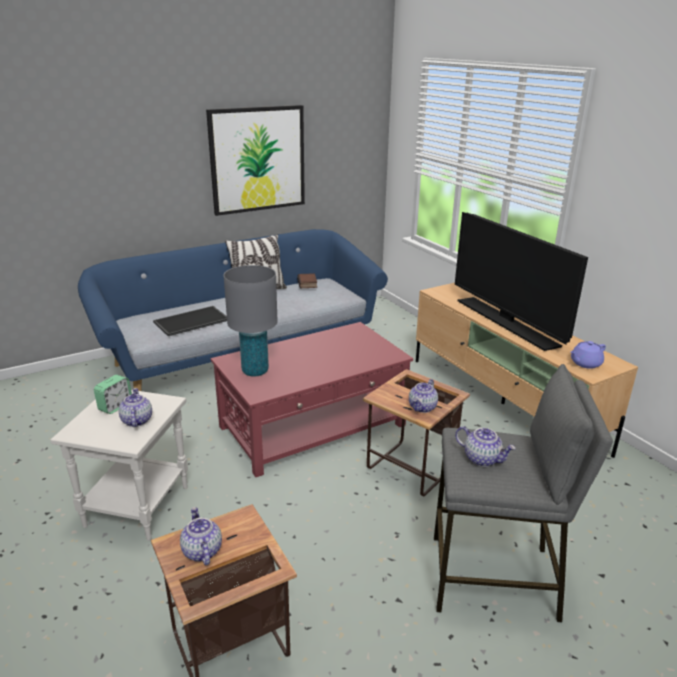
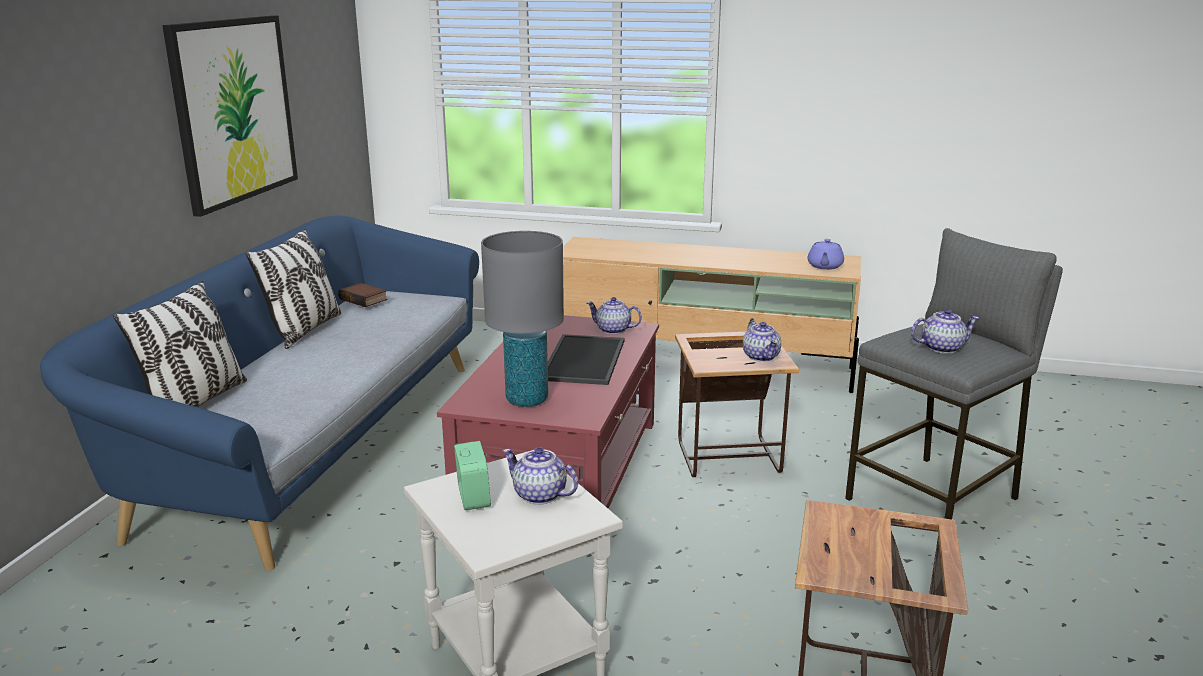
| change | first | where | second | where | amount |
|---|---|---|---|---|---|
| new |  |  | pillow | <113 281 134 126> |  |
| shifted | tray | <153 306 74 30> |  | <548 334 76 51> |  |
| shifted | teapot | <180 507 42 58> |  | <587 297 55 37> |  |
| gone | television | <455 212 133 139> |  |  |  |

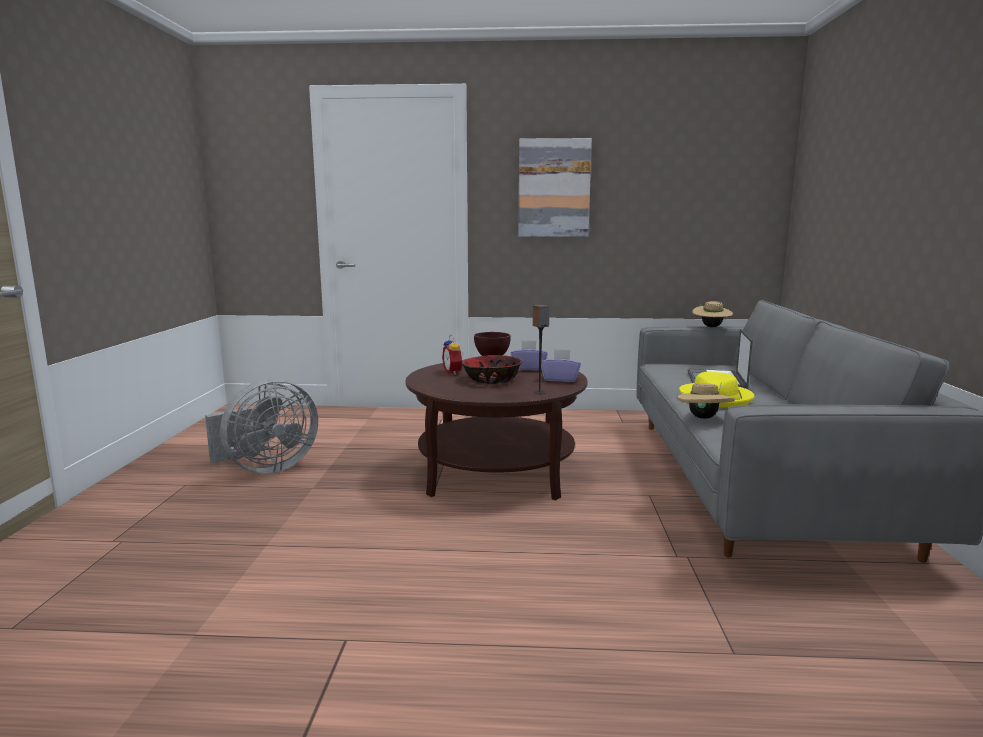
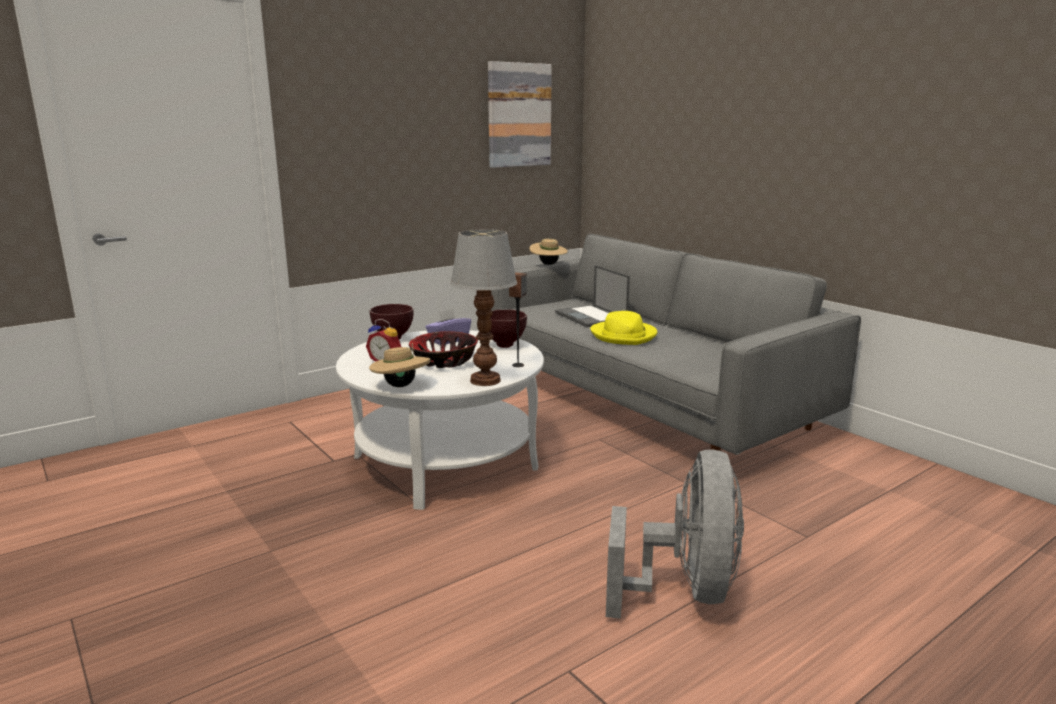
| change | first | where | second | where | amount |
|---|---|---|---|---|---|
| repainted | brown coffee table | <405 360 183 140> | white coffee table | <336 330 208 180> |  |
| shifted | beige hat | <677 382 58 37> |  | <369 343 61 44> |  |
| new |  |  | table lamp | <450 229 67 157> |  |
| shifted | picture | <518 138 74 99> |  | <488 61 64 107> |  |
| swapped | purple tissue box | <541 349 40 33> | brown bowl | <490 309 37 39> |  |
| shifted | grey fan | <205 378 113 96> |  | <606 449 138 170> |  |

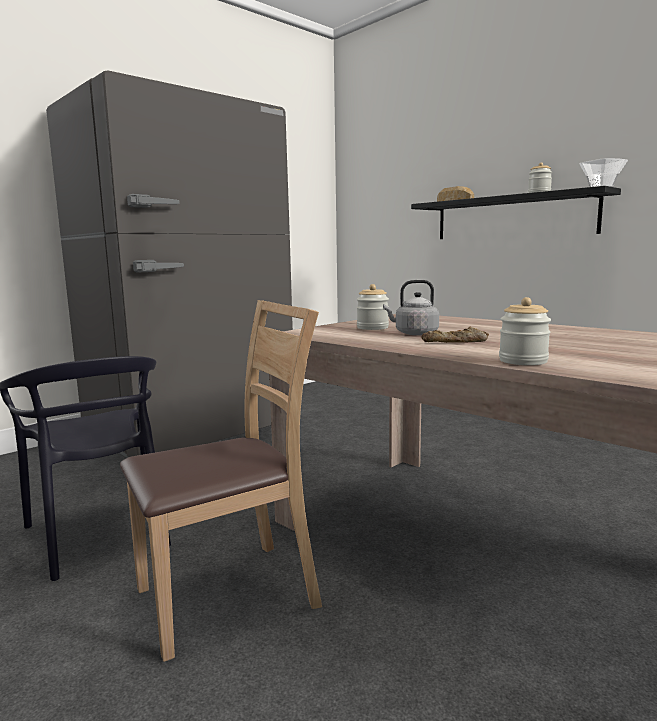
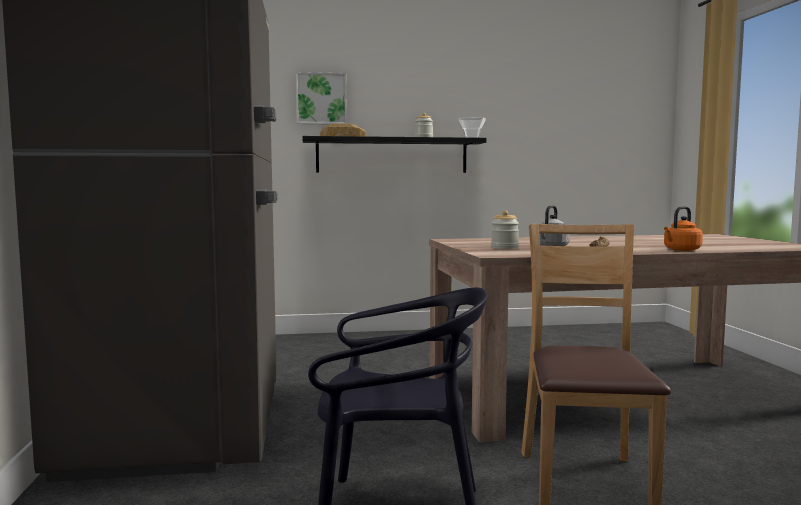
| change | first | where | second | where | amount |
|---|---|---|---|---|---|
| new |  |  | picture | <296 72 51 52> |  |
| swapped | jar | <499 297 52 68> | orange kettle | <664 206 39 45> |  |

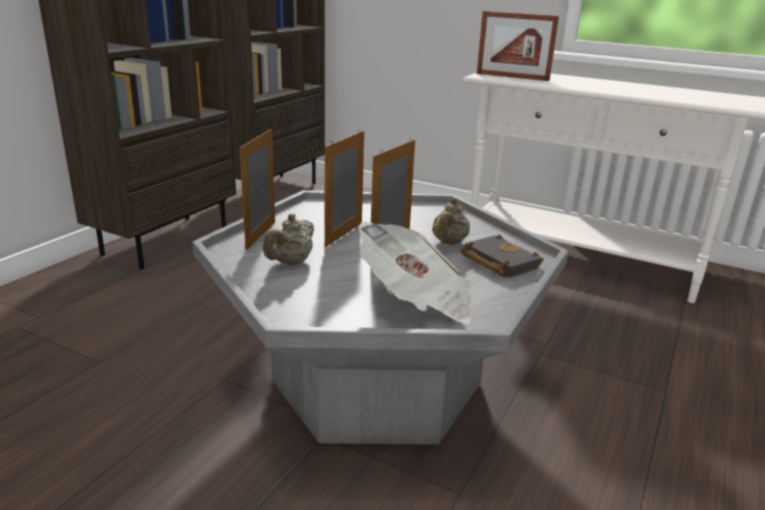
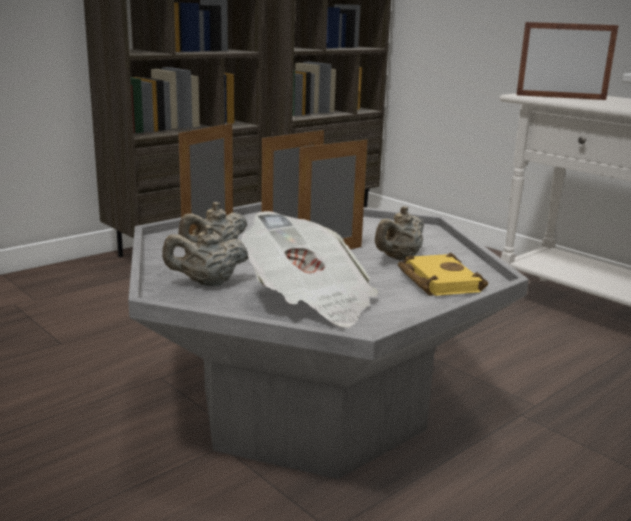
| change | first | where | second | where | amount |
|---|---|---|---|---|---|
| new |  |  | beige teapot | <162 225 87 61> |  |
| repainted | black book | <461 234 82 44> | yellow book | <398 253 90 43> |  |
| rotated | picture frame | <477 11 82 70> |  | <516 22 103 78> | 150 degrees clockwise |

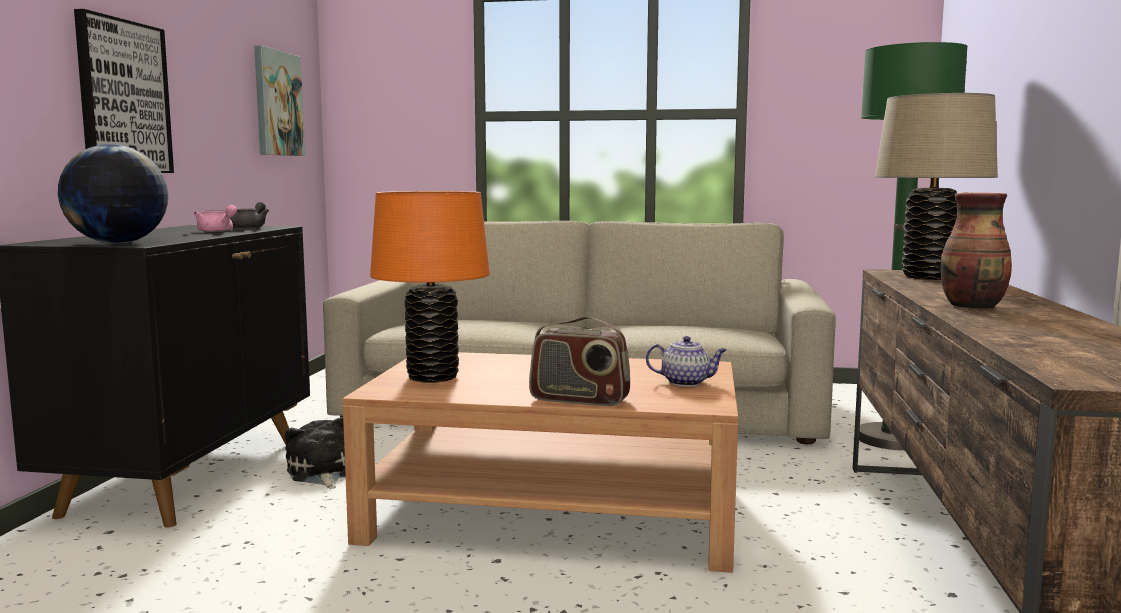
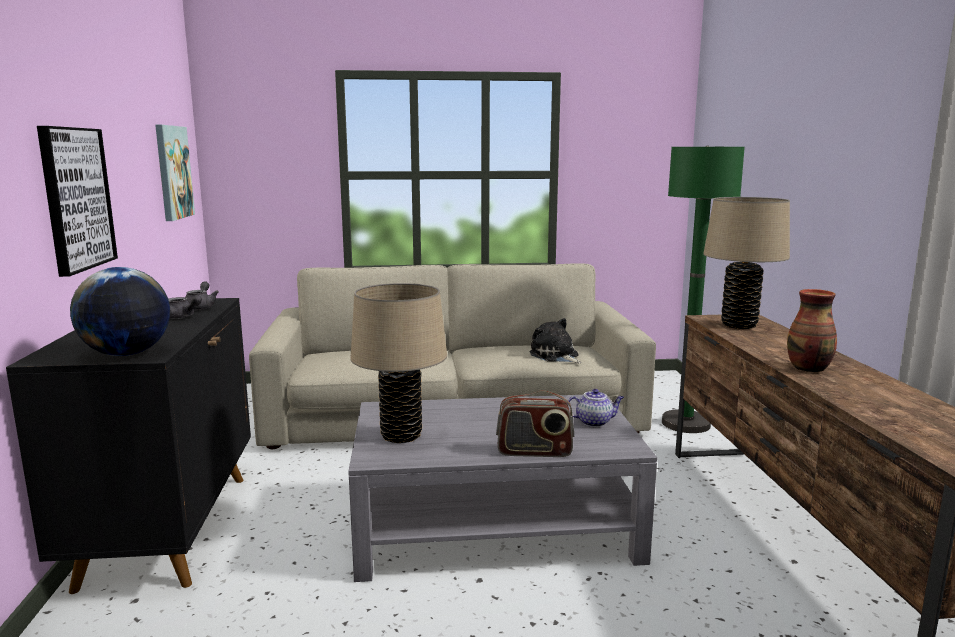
| change | first | where | second | where | amount |
|---|---|---|---|---|---|
| repainted | pink teapot | <194 205 43 27> | grey teapot | <168 295 34 24> |  |
| repainted | brown coffee table | <342 352 396 221> | grey coffee table | <348 394 309 188> |  |
| repainted | orange table lamp | <370 191 120 192> | beige table lamp | <350 283 97 160> |  |
| shifted | plush toy | <285 417 61 71> |  | <530 318 52 45> |  |

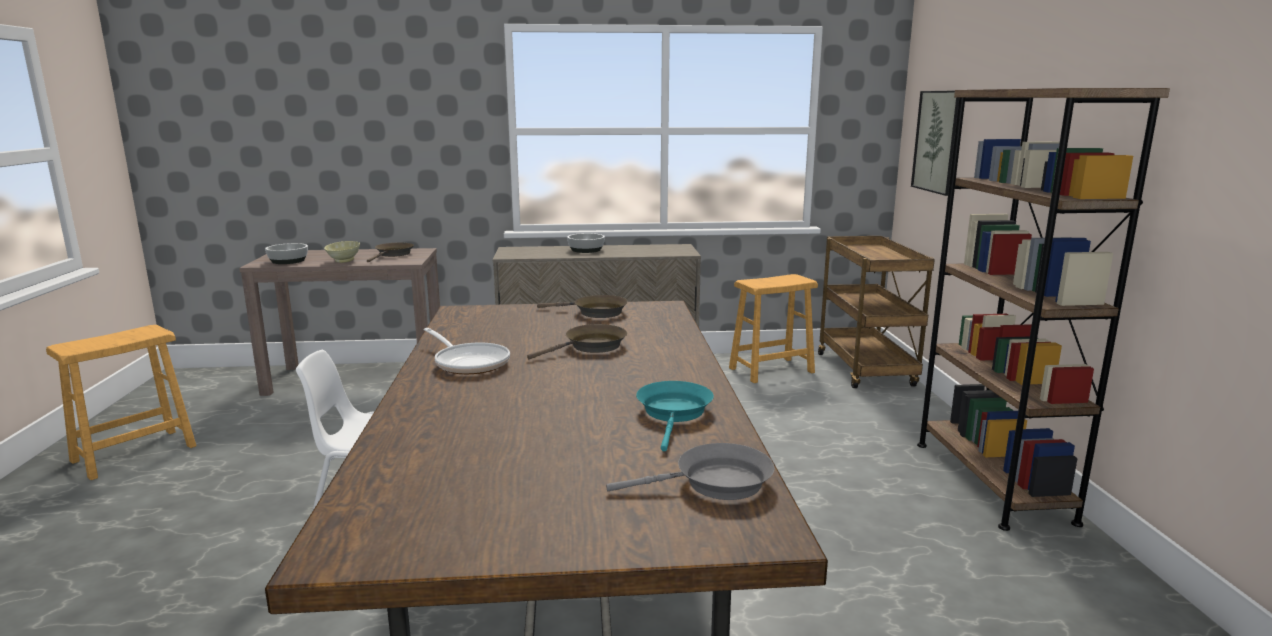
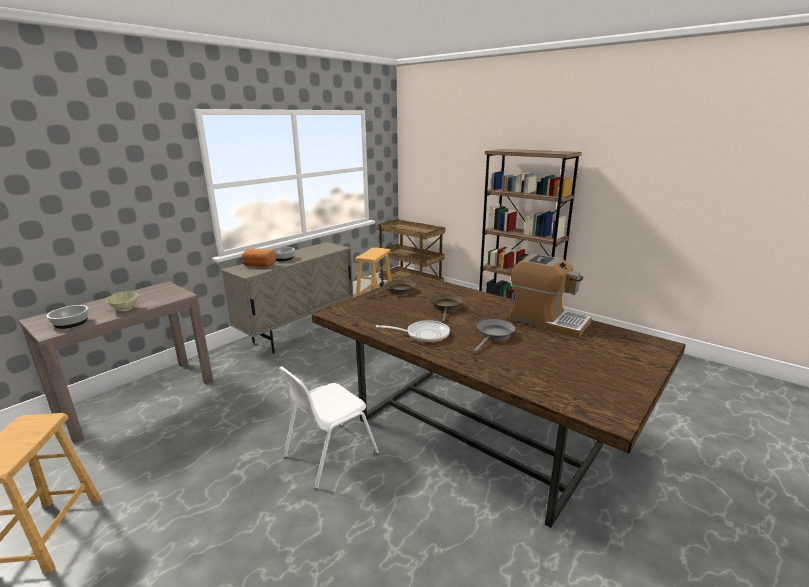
| change | first | where | second | where | amount |
|---|---|---|---|---|---|
| new |  |  | bread | <242 249 34 18> |  |
| shifted | grey frying pan | <606 443 169 57> |  | <473 319 42 34> |  |
| swapped | turquoise frying pan | <636 381 78 71> | coffee machine | <509 254 83 84> |  |
| gone | brown frying pan | <367 242 47 20> |  |  |  |
| gone | picture | <911 91 48 105> |  |  |  |

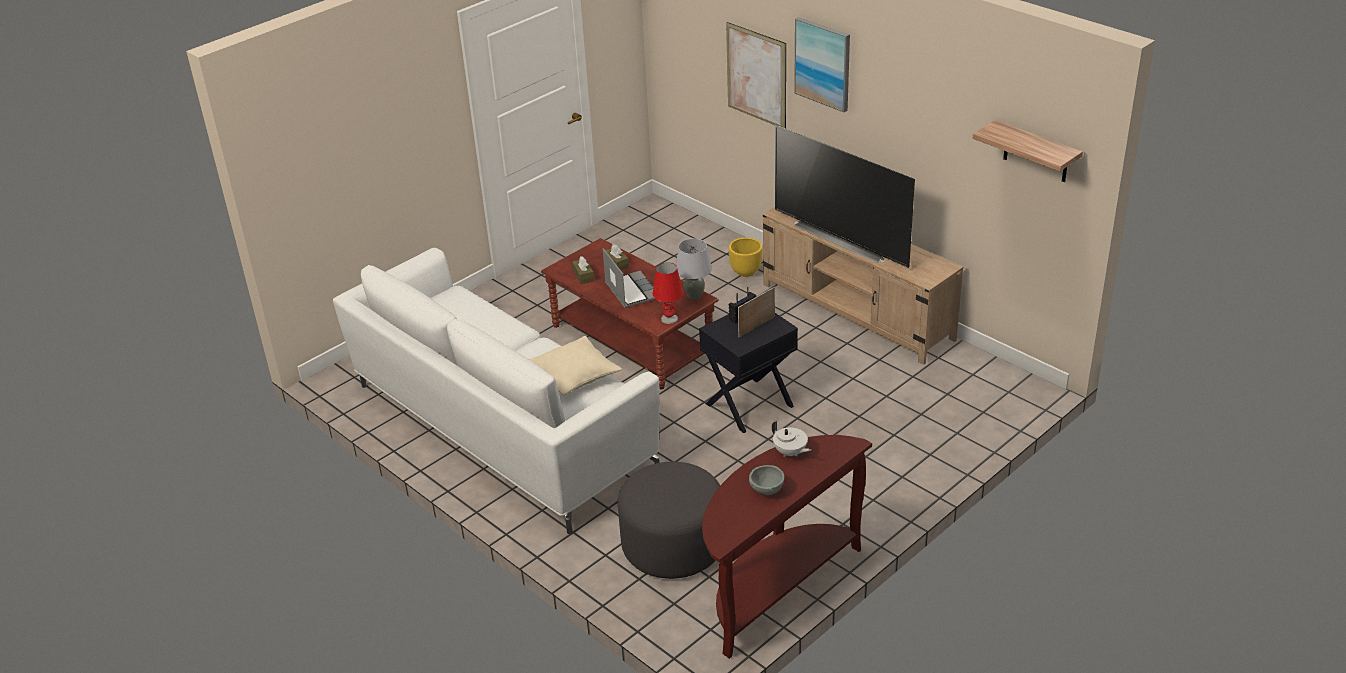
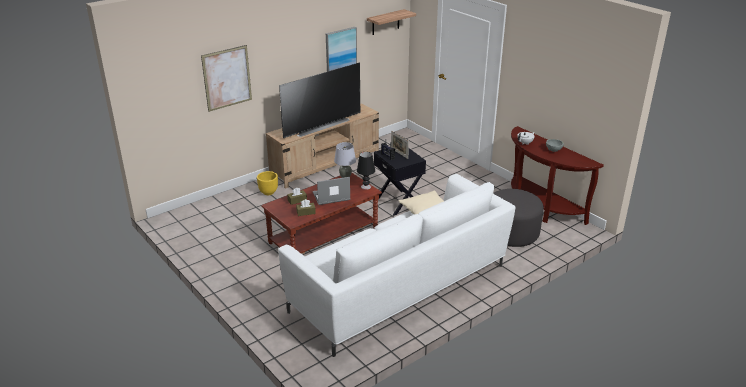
| change | first | where | second | where | amount |
|---|---|---|---|---|---|
| shifted | picture | <794 17 56 95> |  | <326 27 31 45> |  |
| repainted | red table lamp | <653 262 30 62> | black table lamp | <357 152 18 38> |  |

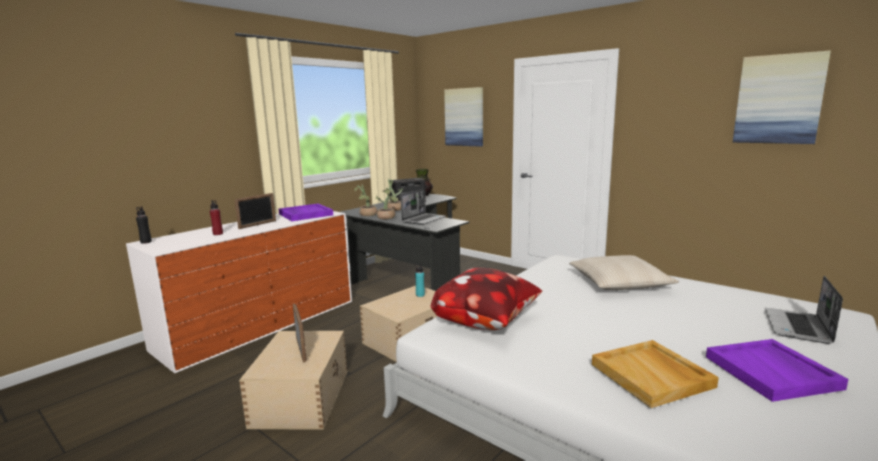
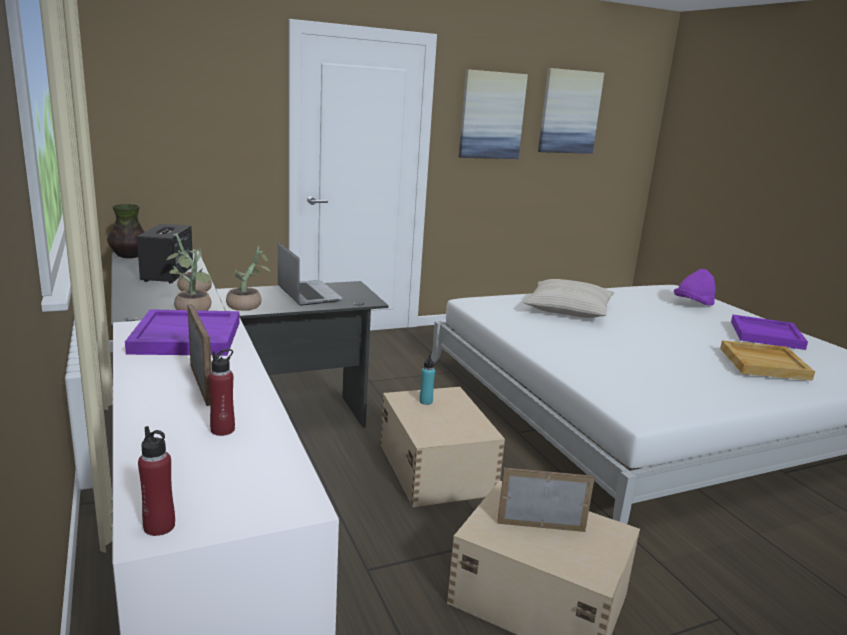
| change | first | where | second | where | amount |
|---|---|---|---|---|---|
| repainted | black bottle | <136 206 16 38> | red bottle | <138 426 37 110> |  |
| shifted | picture | <444 87 39 60> |  | <459 69 69 90> |  |
| swapped | laptop | <765 276 78 68> | purple hat | <674 269 42 37> |  |
| gone | pillow | <431 268 111 62> |  |  |  |

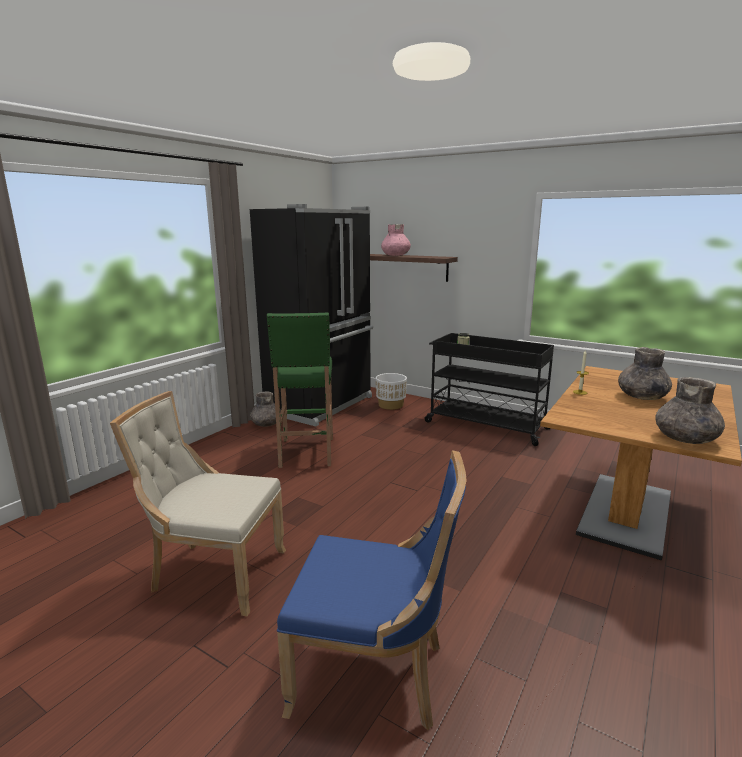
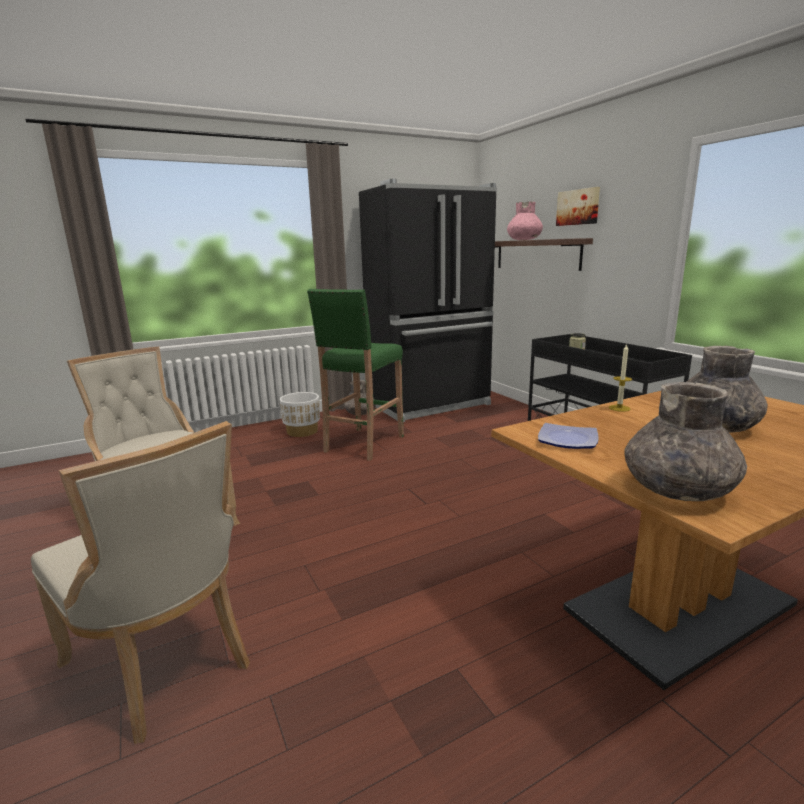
| change | first | where | second | where | amount |
|---|---|---|---|---|---|
| repainted | blue chair | <277 450 190 280> | beige chair | <31 421 219 323> |  |
| shifted | white planter | <376 373 31 37> |  | <280 392 40 45> |  |
| new |  |  | plate | <538 423 61 26> |  |
| new |  |  | picture | <556 187 44 39> |  |

